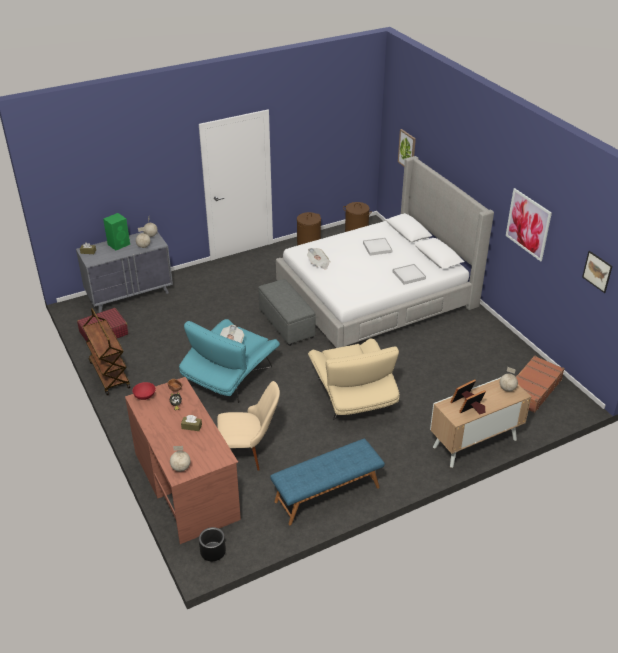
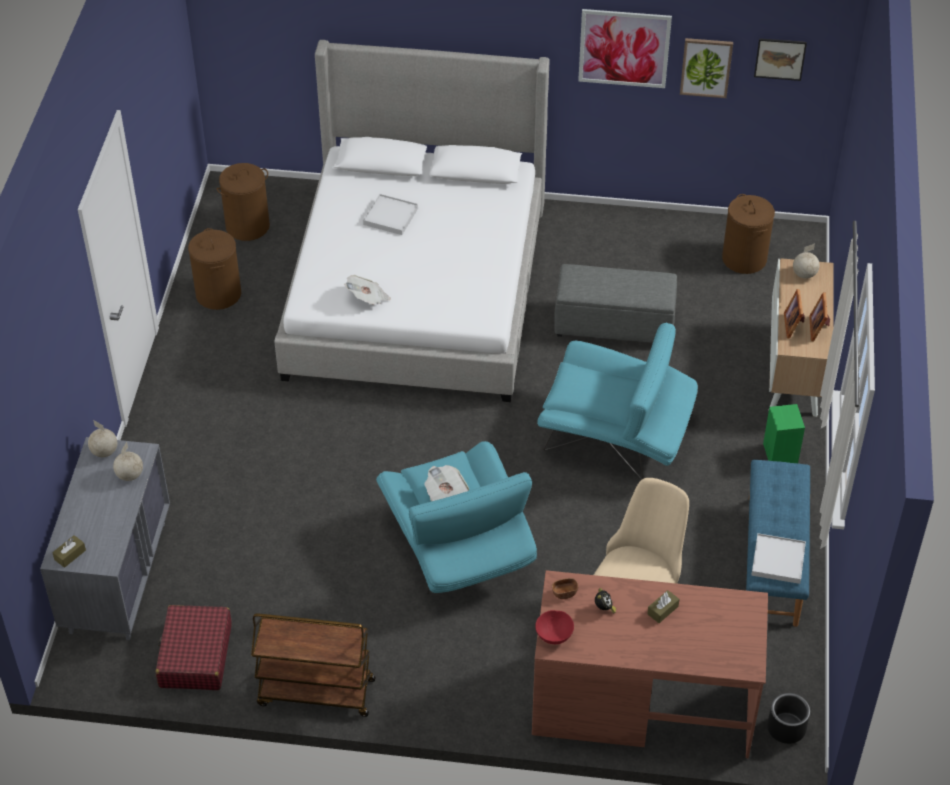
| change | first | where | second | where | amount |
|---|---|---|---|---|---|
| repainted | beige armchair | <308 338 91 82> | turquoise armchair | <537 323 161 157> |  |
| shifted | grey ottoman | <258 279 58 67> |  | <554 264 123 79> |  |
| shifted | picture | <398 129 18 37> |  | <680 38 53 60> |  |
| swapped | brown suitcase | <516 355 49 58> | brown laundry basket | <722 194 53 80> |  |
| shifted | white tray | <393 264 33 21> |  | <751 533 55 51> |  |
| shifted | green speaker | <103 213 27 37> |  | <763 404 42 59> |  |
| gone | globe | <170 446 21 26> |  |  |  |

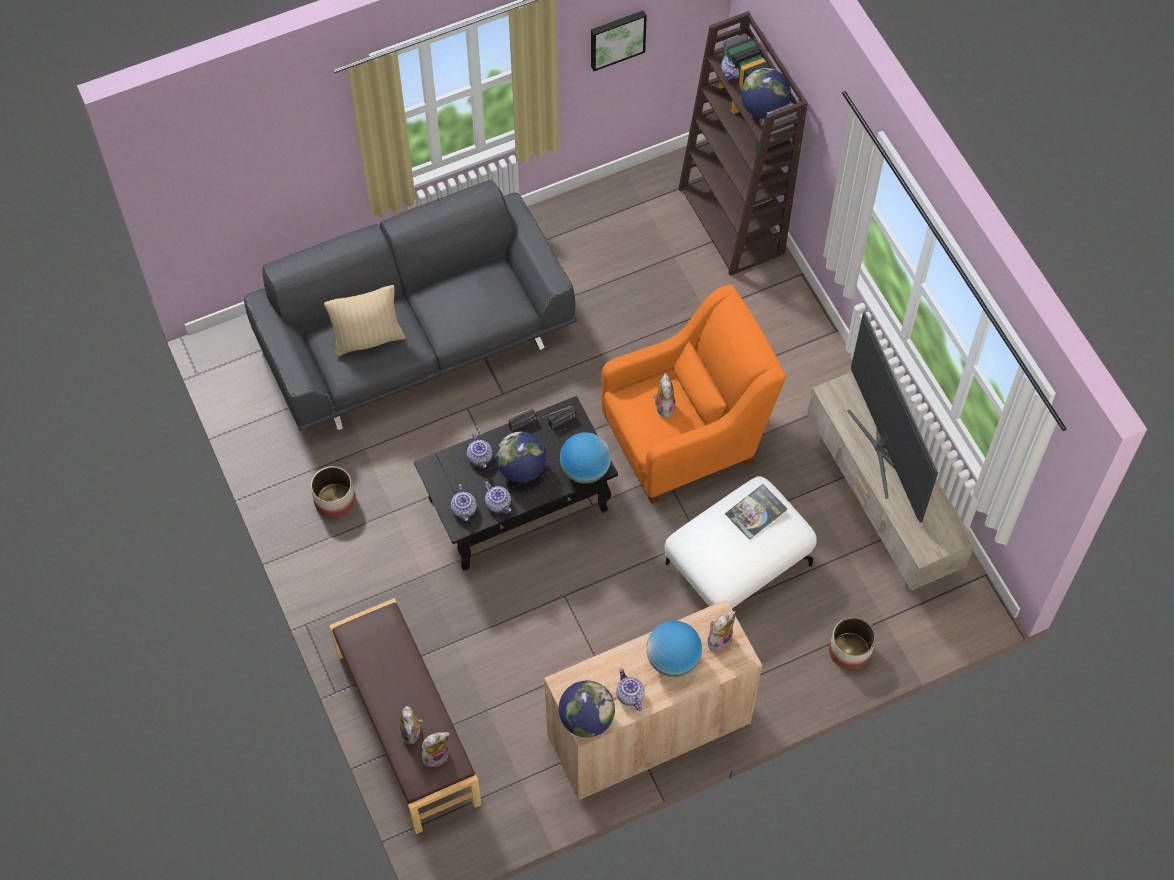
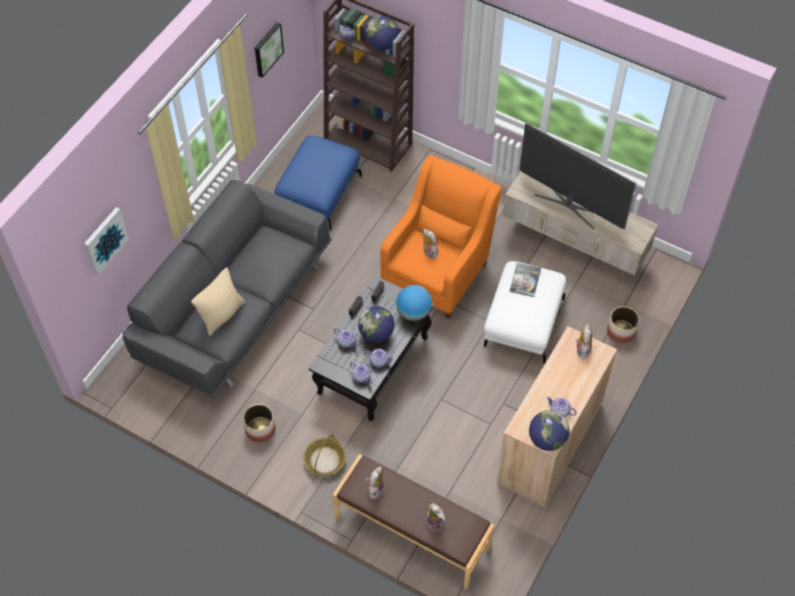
| change | first | where | second | where | amount |
|---|---|---|---|---|---|
| new |  |  | picture | <84 207 45 68> |  |
| new |  |  | blue ottoman | <274 135 88 96> |  |
| new |  |  | basket | <303 434 43 42> |  |
| shifted | plush toy | <422 732 28 35> |  | <366 466 18 34> |  |
| gone | globe | <646 621 56 56> |  |  |  |

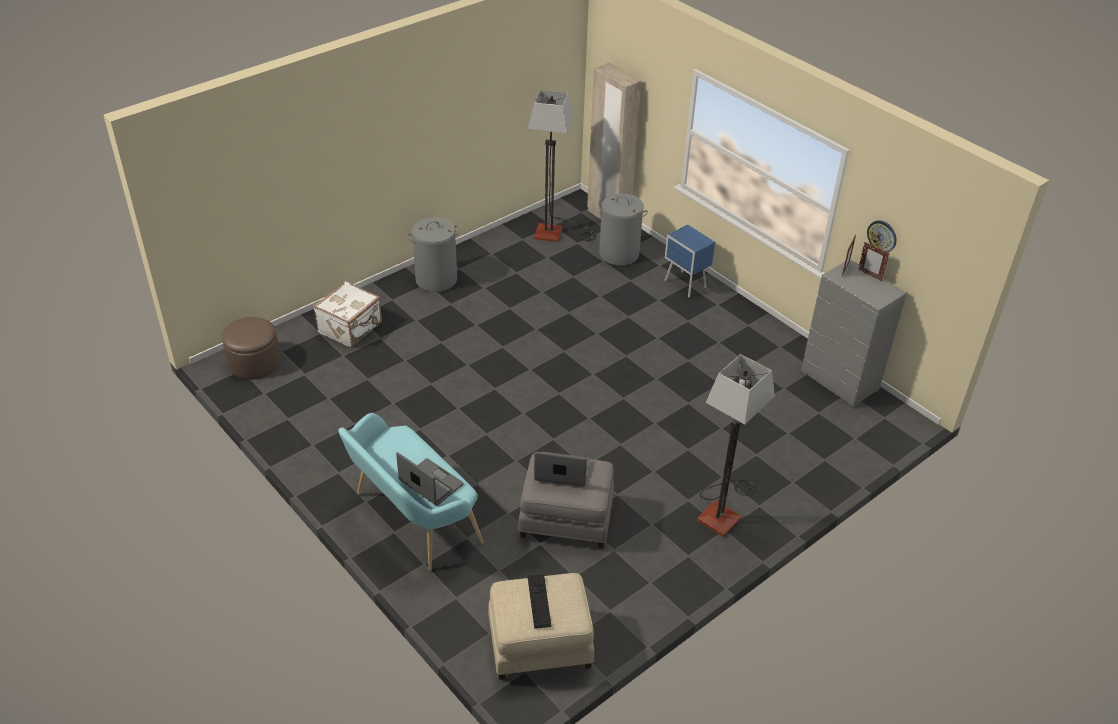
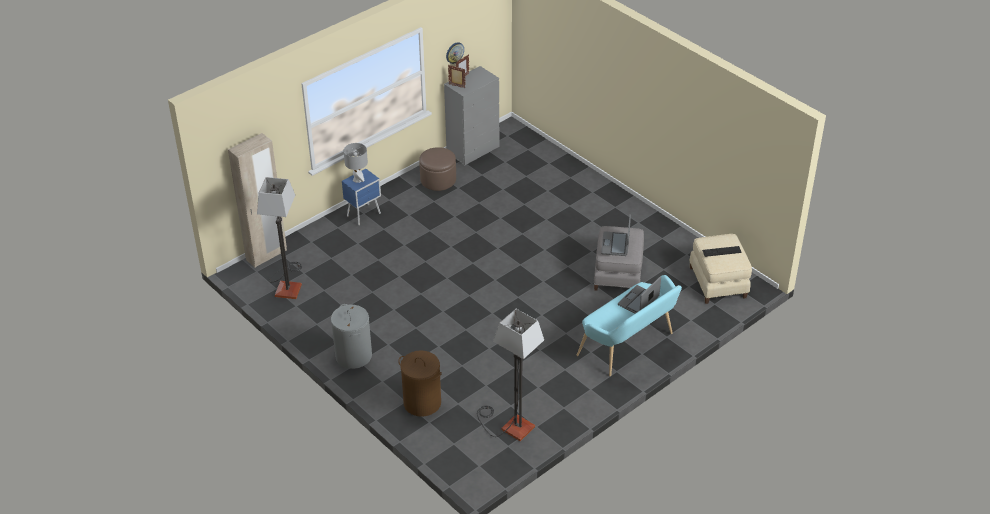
| change | first | where | second | where | amount |
|---|---|---|---|---|---|
| new |  |  | grey table lamp | <344 143 24 40> |  |
| swapped | white suitcase | <313 281 69 66> | brown laundry basket | <398 350 44 67> |  |
| shifted | brown ottoman | <222 317 58 63> |  | <419 147 37 44> |  |
| shifted | floor lamp | <697 354 78 183> |  | <477 309 67 132> |  |
| gone | grey laundry basket | <598 193 50 72> |  |  |  |

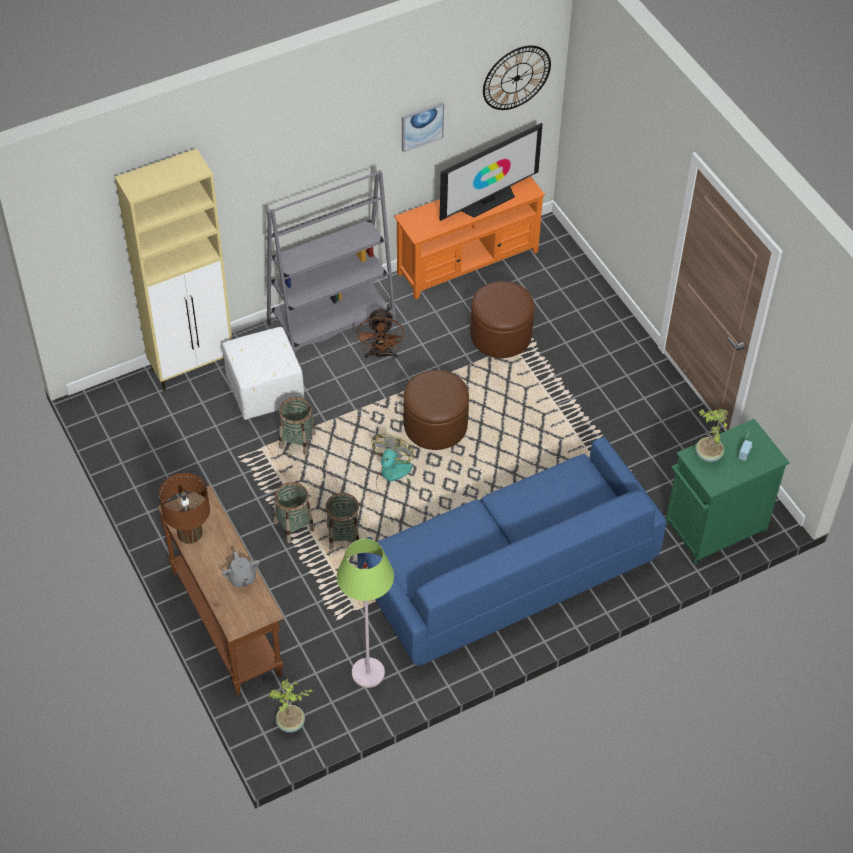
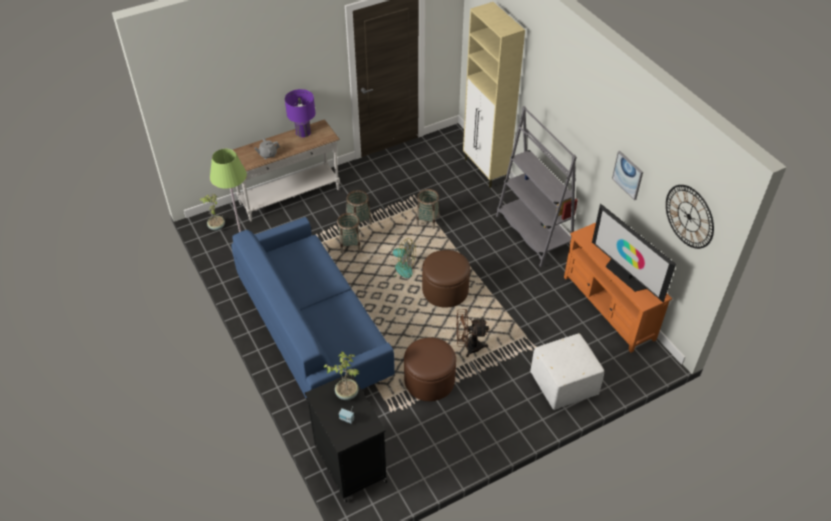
| change | first | where | second | where | amount |
|---|---|---|---|---|---|
| repainted | brown console table | <157 485 127 210> | white console table | <233 120 107 102> |  |
| repainted | brown table lamp | <159 473 51 71> | purple table lamp | <285 89 30 49> |  |
| repainted | green cabinet | <666 419 123 146> | black cabinet | <305 374 82 128> |  |
| shifted | brown ottoman | <470 281 65 77> |  | <404 337 52 64> |  |
| shifted | brown fan | <357 307 47 53> |  | <456 309 33 48> |  |
| shifted | white ottoman | <222 327 82 93> |  | <530 333 74 77> |  |

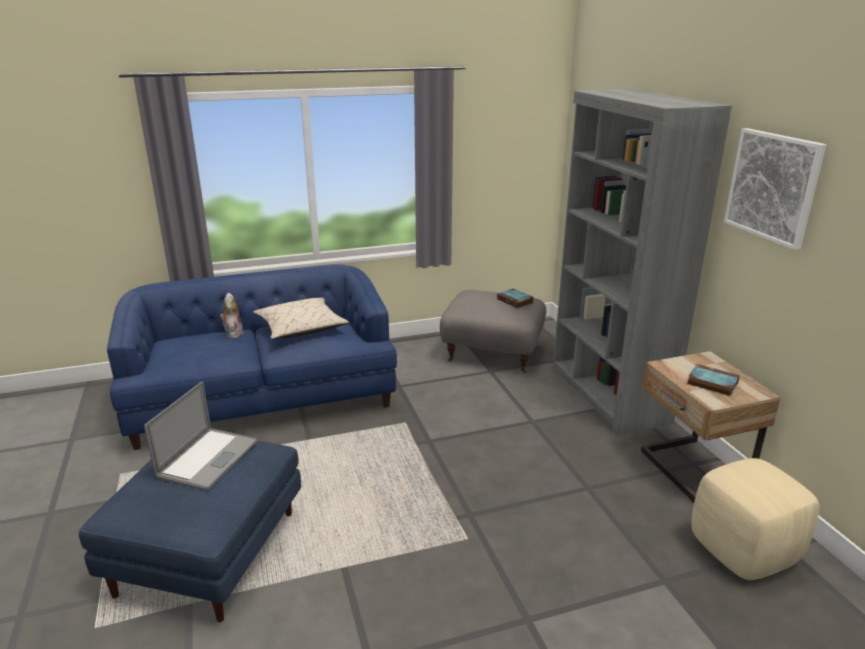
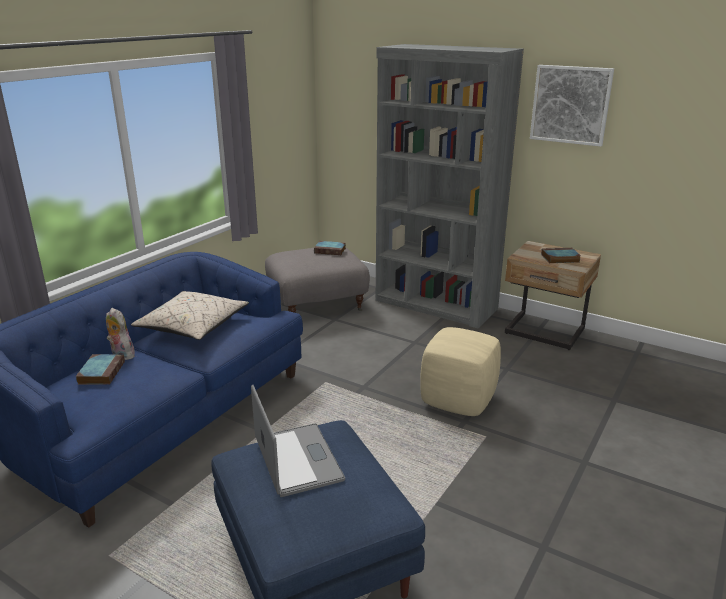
| change | first | where | second | where | amount |
|---|---|---|---|---|---|
| new |  |  | book | <76 354 49 31> |  |
| shifted | beige ottoman | <691 458 128 122> |  | <420 327 81 89> |  |

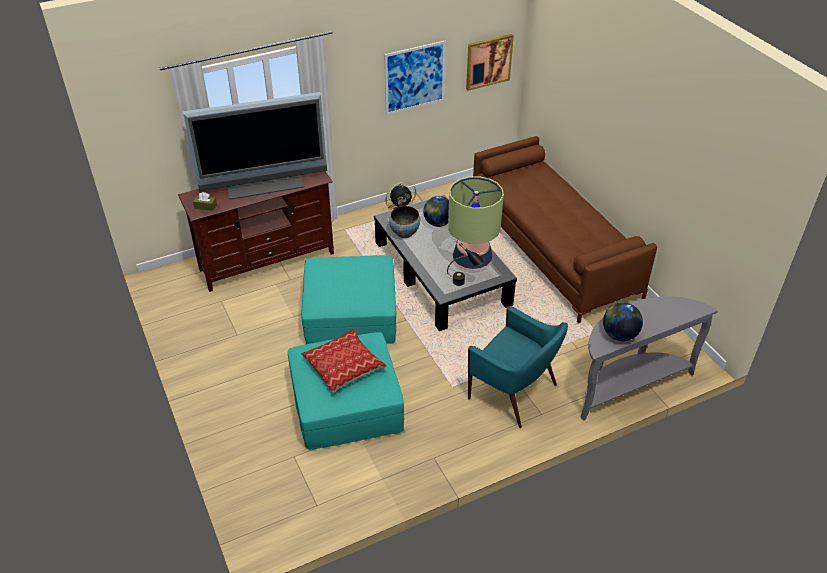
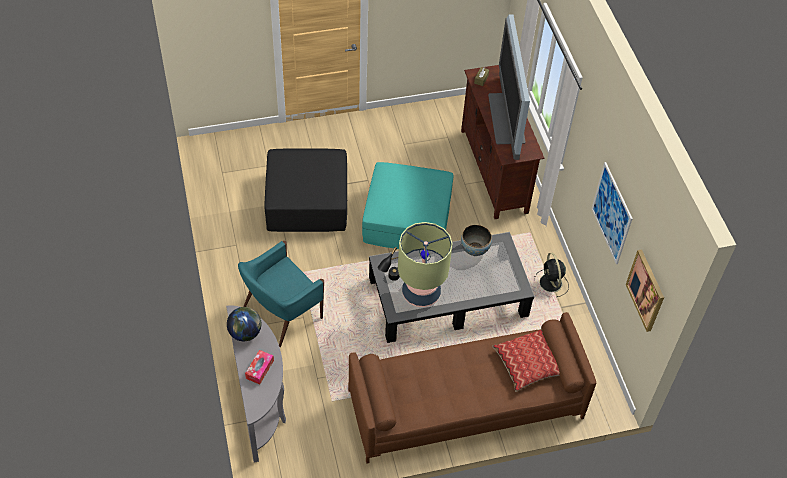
| change | first | where | second | where | amount |
|---|---|---|---|---|---|
| new |  |  | tissue box | <245 350 29 34> |  |
| repainted | turquoise ottoman | <288 332 116 117> | black ottoman | <264 149 83 83> |  |
| shifted | pillow | <301 329 86 64> |  | <492 329 68 63> |  |
| gone | globe | <423 196 26 31> |  |  |  |

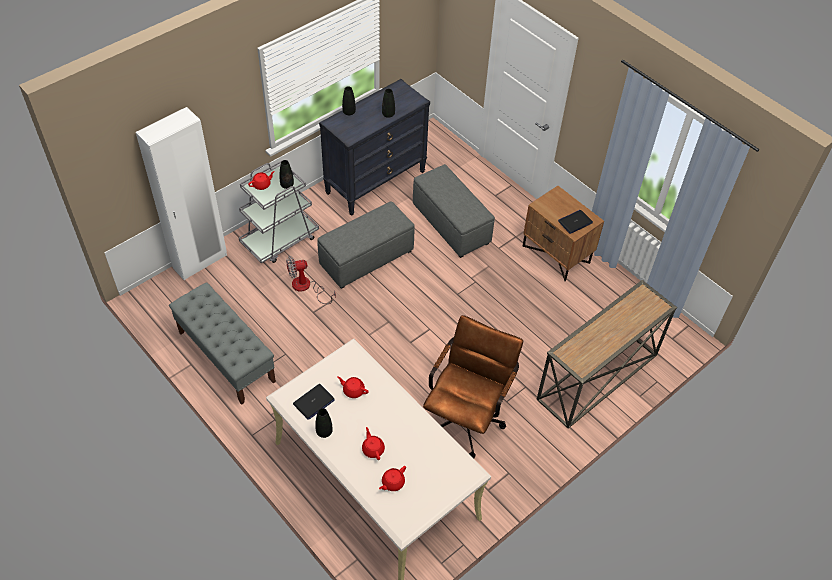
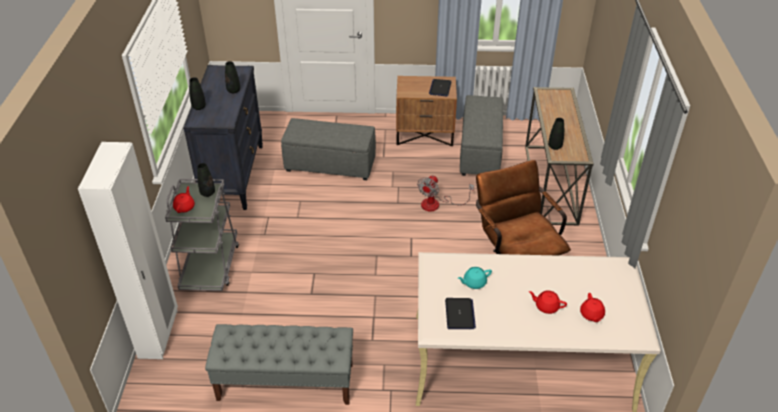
| change | first | where | second | where | amount |
|---|---|---|---|---|---|
| shifted | fan | <286 256 50 48> |  | <417 175 57 36> |  |
| repainted | red teapot | <337 376 32 22> | turquoise teapot | <458 267 34 22> |  |
| shifted | grey ottoman | <317 202 98 87> |  | <460 95 43 81> |  |
| shifted | black vase | <315 408 18 30> |  | <548 118 16 32> |  |

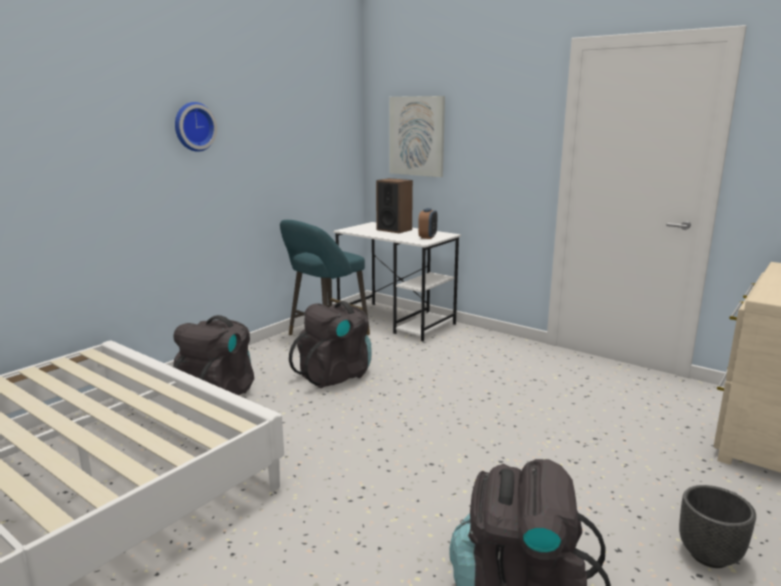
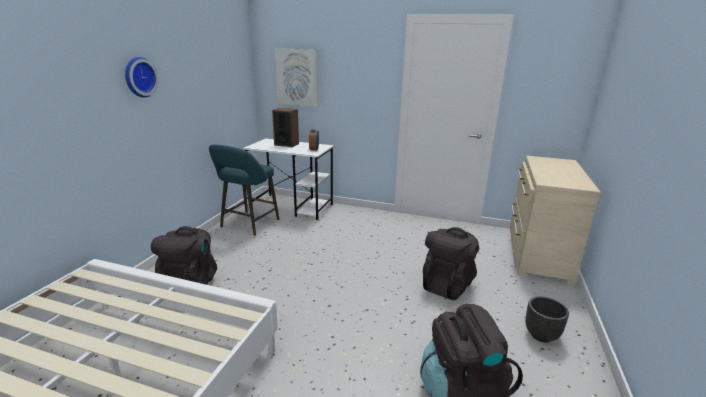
| change | first | where | second | where | amount |
|---|---|---|---|---|---|
| shifted | black backpack | <289 301 82 87> |  | <423 227 56 73> |  |

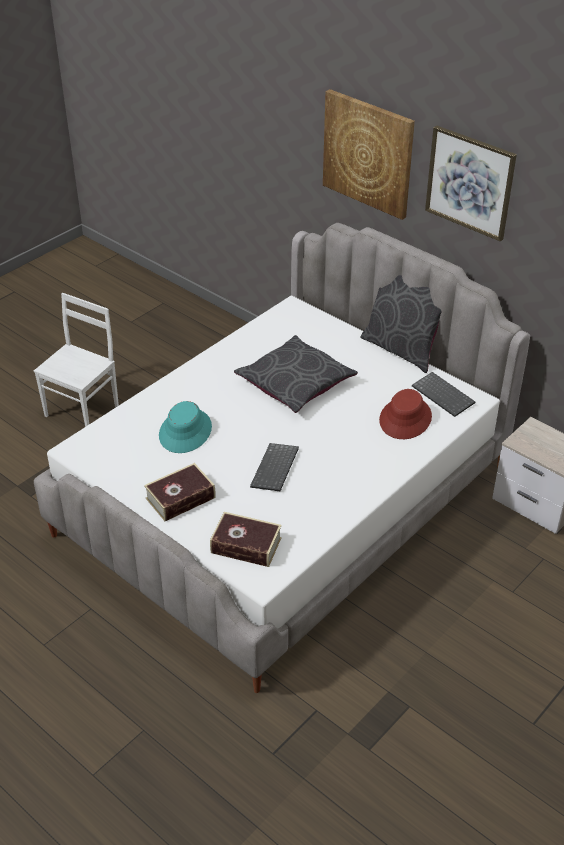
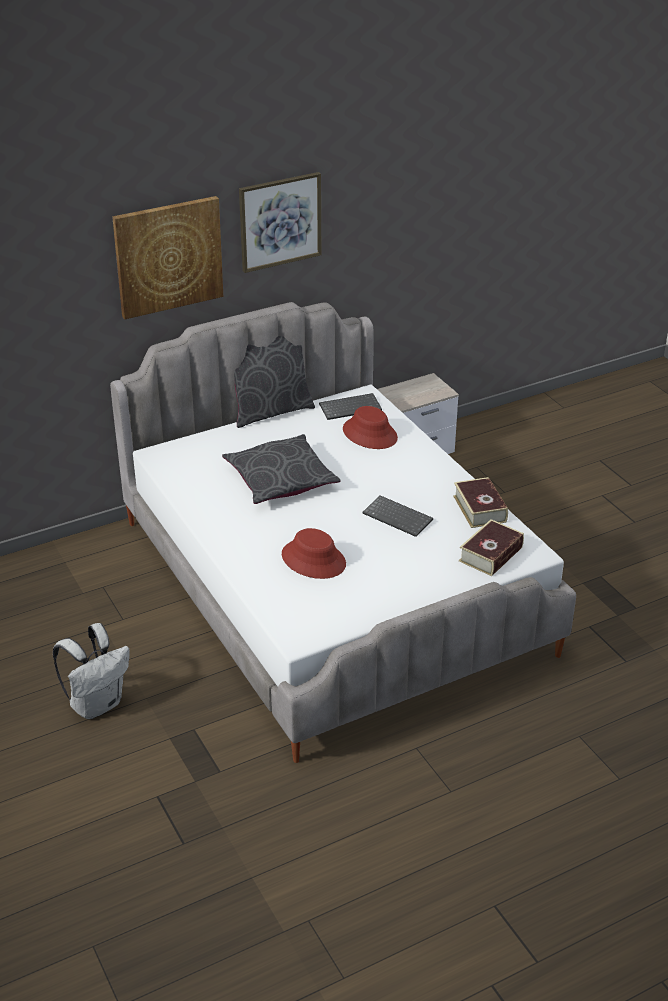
| change | first | where | second | where | amount |
|---|---|---|---|---|---|
| swapped | white chair | <34 293 85 134> | white backpack | <53 623 77 96> |  |
| repainted | turquoise hat | <159 401 53 52> | red hat | <282 528 64 51> |  |
| shifted | book | <144 463 72 58> |  | <453 477 55 51> |  |

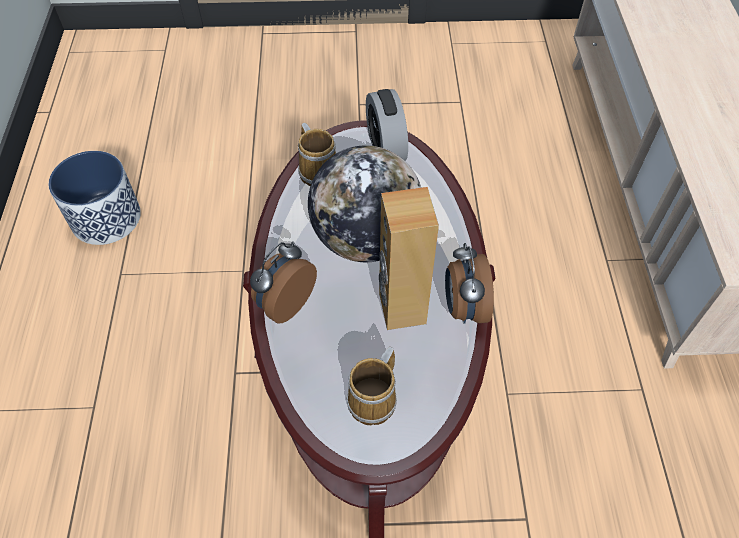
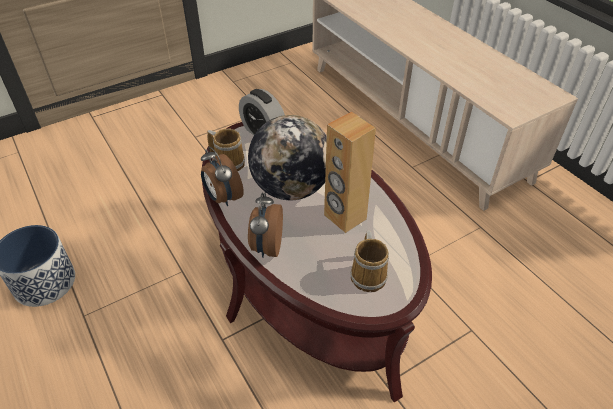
| change | first | where | second | where | amount |
|---|---|---|---|---|---|
| shifted | alarm clock | <445 243 49 81> |  | <201 147 43 59> |  |

